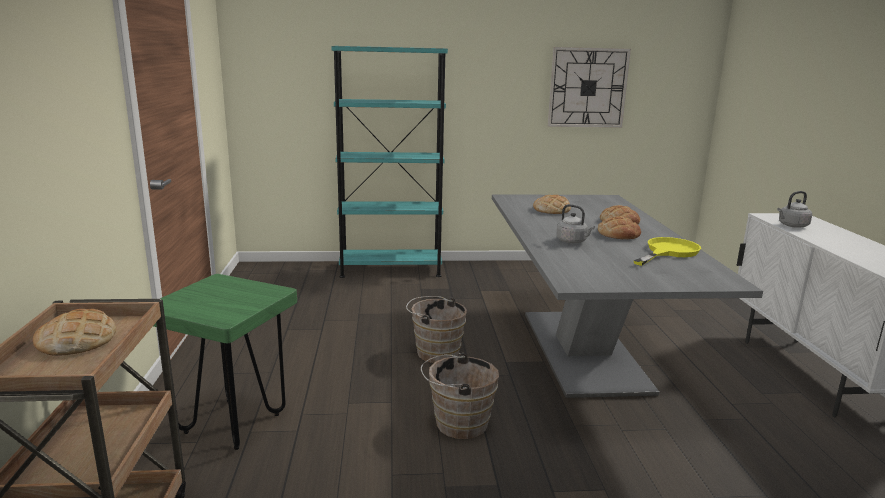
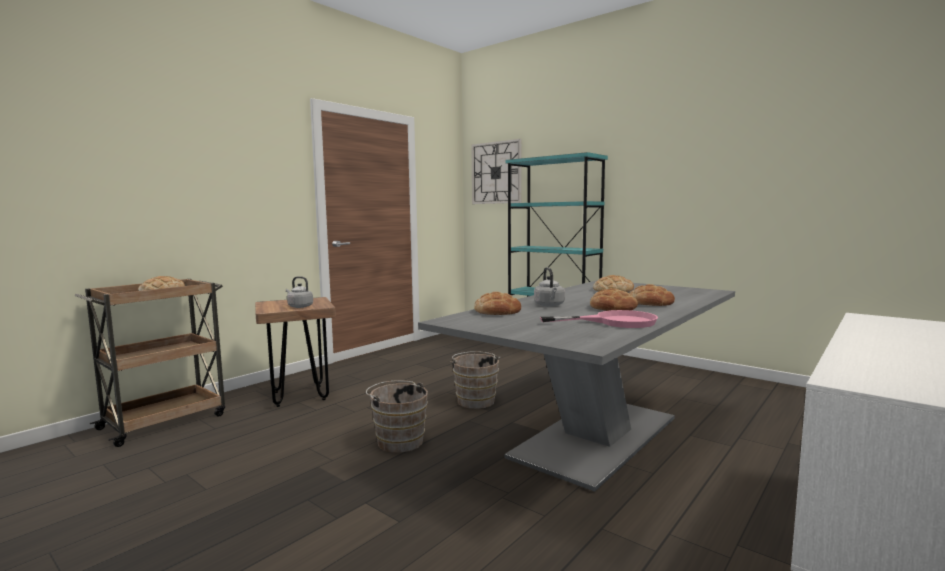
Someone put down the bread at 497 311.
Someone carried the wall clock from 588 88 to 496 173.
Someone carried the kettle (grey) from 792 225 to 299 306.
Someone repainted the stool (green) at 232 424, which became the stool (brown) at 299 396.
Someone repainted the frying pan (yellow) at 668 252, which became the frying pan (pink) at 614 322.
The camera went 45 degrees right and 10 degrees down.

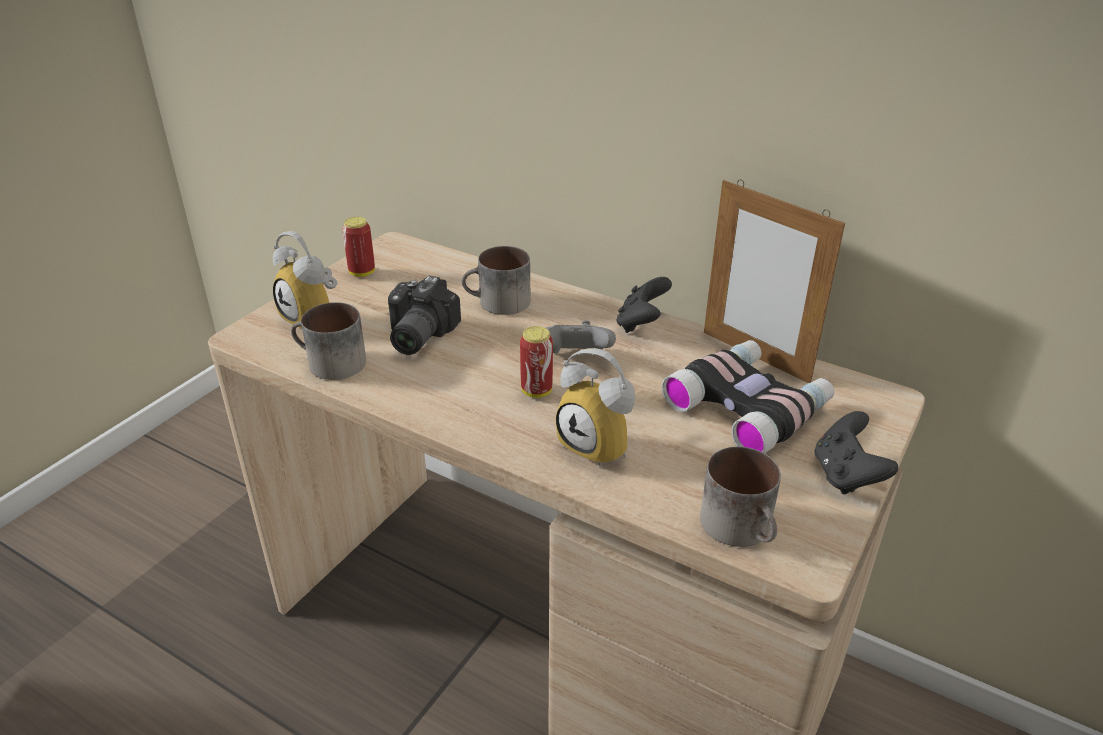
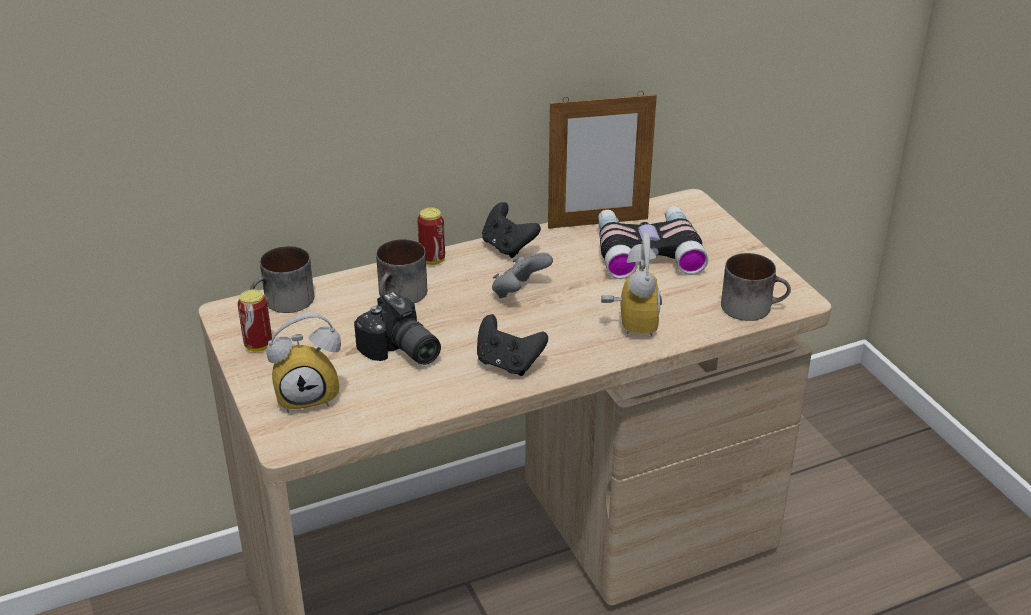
Someone carried the mug from 329 364 to 284 303.
Someone carried the can from 536 391 to 432 260.
Someone carried the game controller (black) from 846 475 to 508 364.
Someone rotated the alarm clock at 601 446 by 75 degrees counterclockwise.
The camera went 55 degrees left and 0 degrees up.

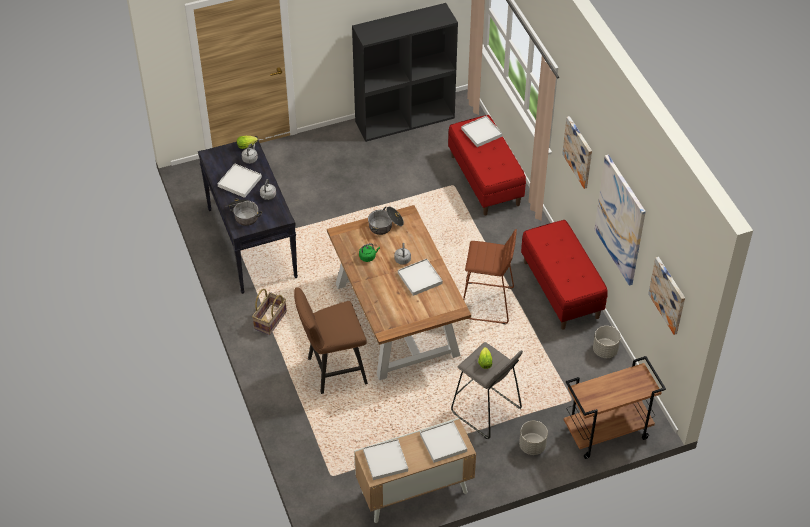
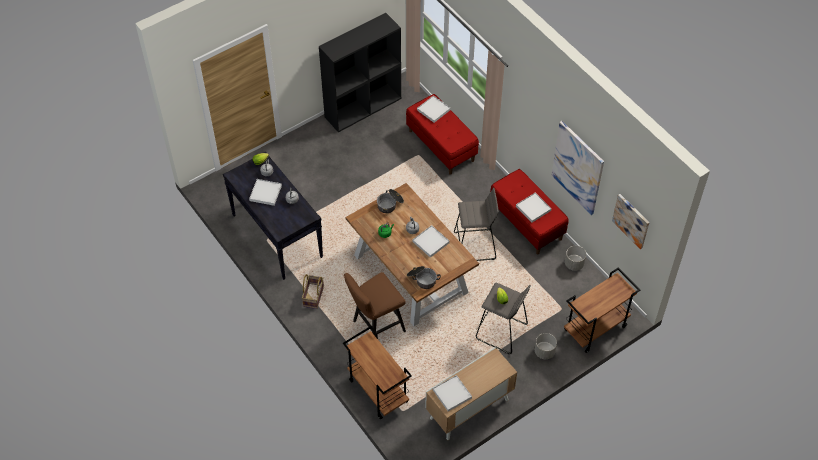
Someone took away the picture at 578 152.
Someone put down the cart (brown) at 377 391.
Someone carried the cooking pot from 243 215 to 422 279.
Someone carried the tray (white) from 443 443 to 533 208.
Someone repainted the stool (brown) at 487 303, which became the stool (grey) at 475 246.
The camera went 15 degrees left and 5 degrees up.

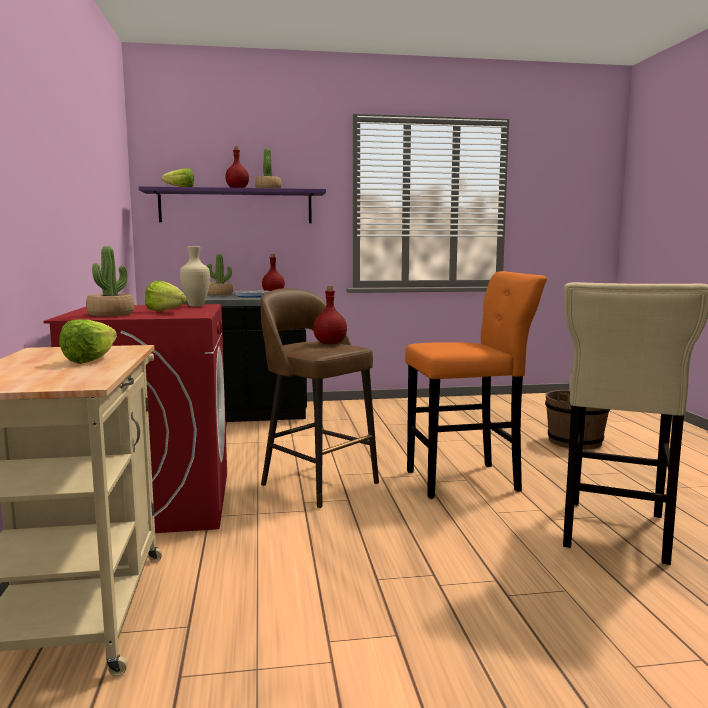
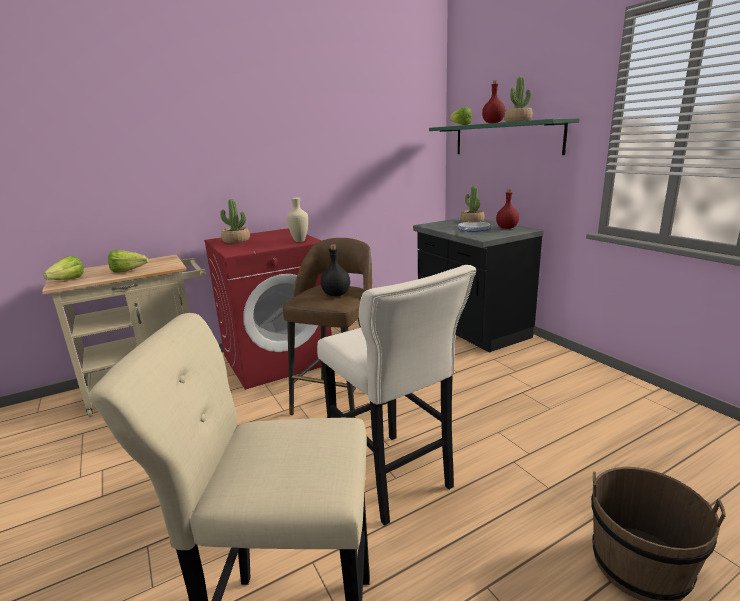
Someone carried the lettuce from 168 312 to 64 281.
Someone repainted the shelf (purple) at 236 206, which became the shelf (green) at 505 139.
Someone repainted the bottle (red) at 330 343, which became the bottle (black) at 336 294.
Someone repainted the stool (orange) at 468 480, which became the stool (beige) at 393 479.
The camera went 70 degrees right and 10 degrees up.

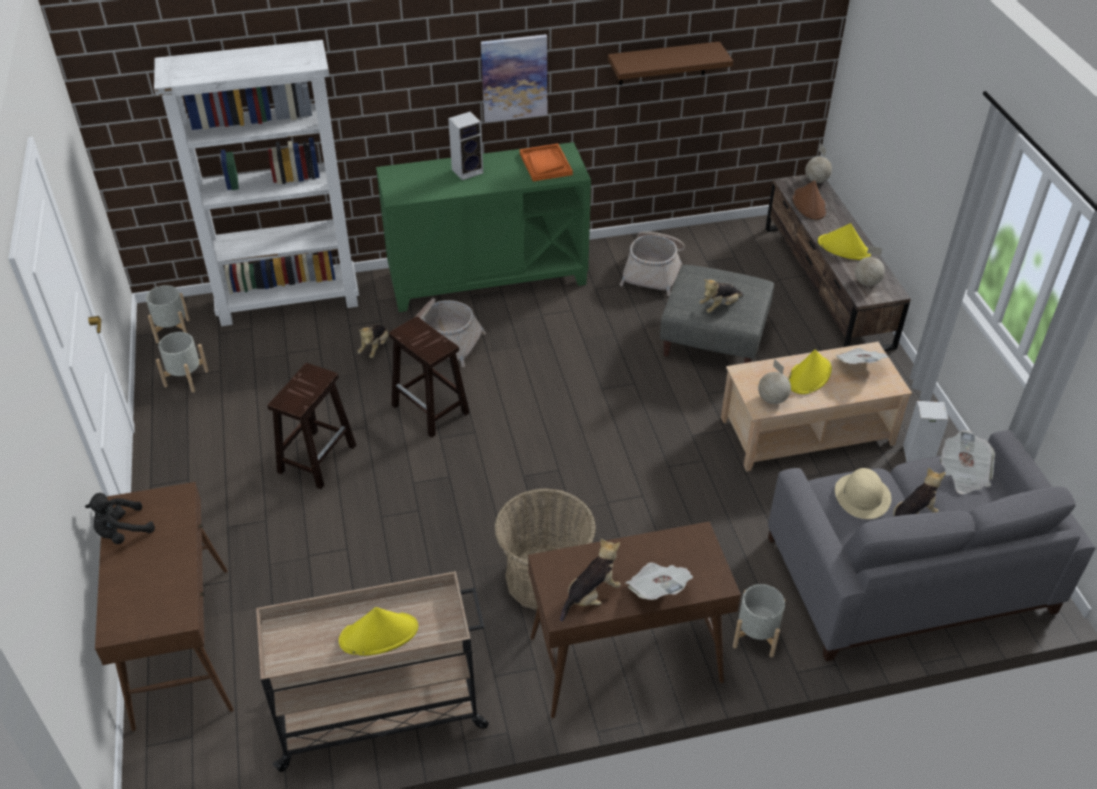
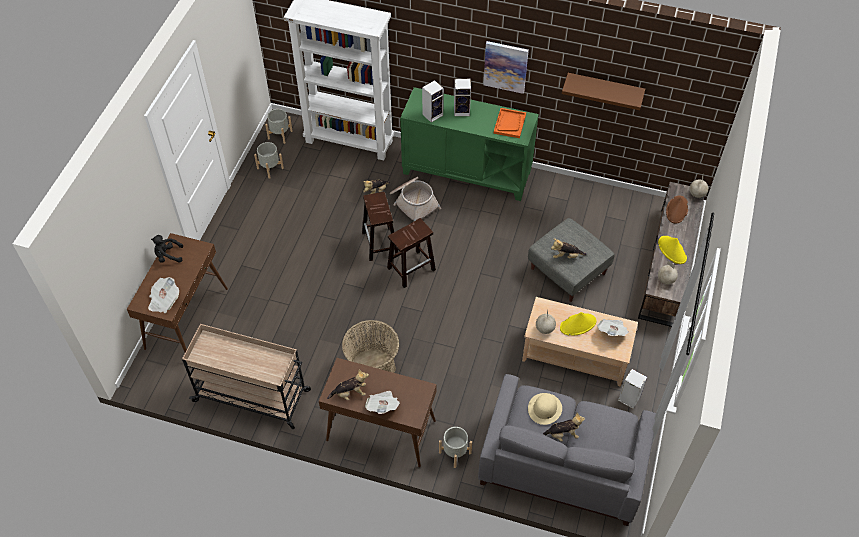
Someone took away the hat (yellow) at 379 634.
Someone took away the basket at 654 270.
Someone put down the speaker at 433 114.
Someone carried the stool (brown) from 317 458 to 411 268.
Someone carried the newspaper from 963 473 to 164 301.
The camera went 30 degrees right and 10 degrees up.

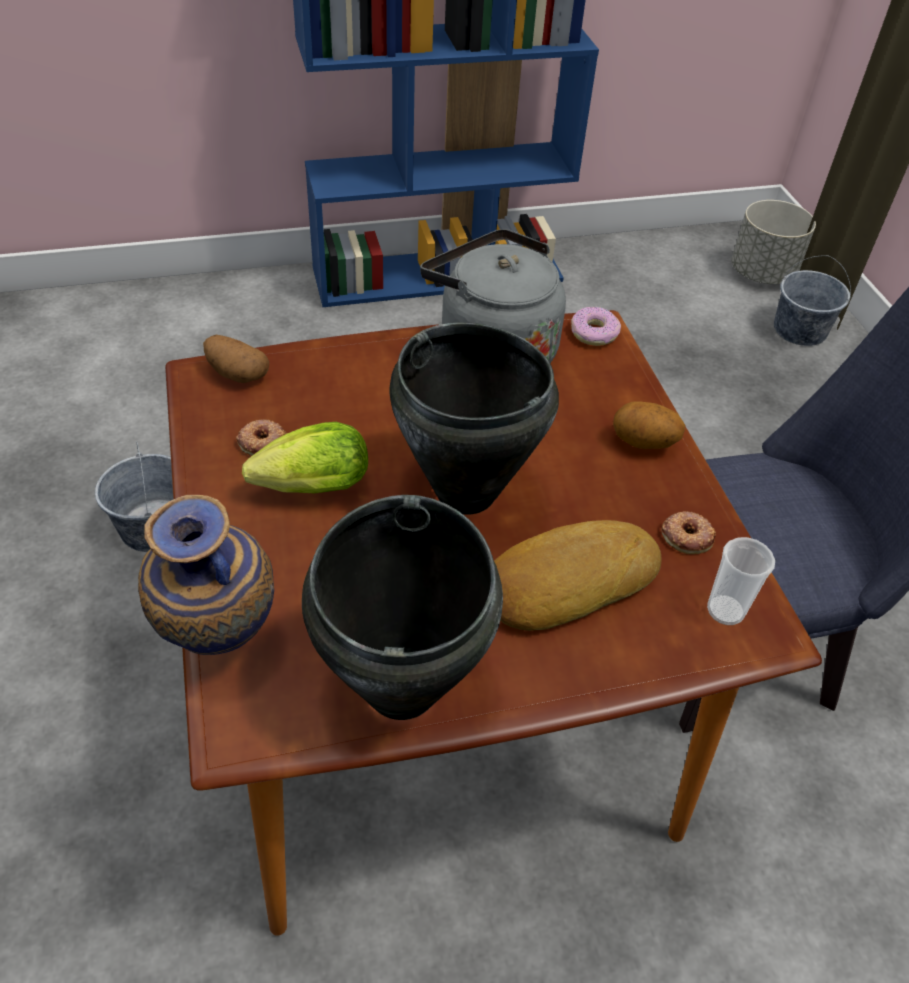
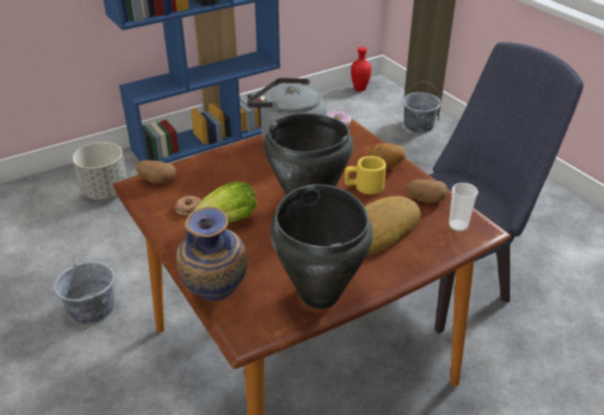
Someone put down the mug (yellow) at 364 187.
Someone put down the vase (red) at 359 89.
Someone carried the planter (grey) from 761 273 to 105 191.
Someone swapped the donut at 687 536 for the potato at 425 199.
The camera went 15 degrees left and 10 degrees down.

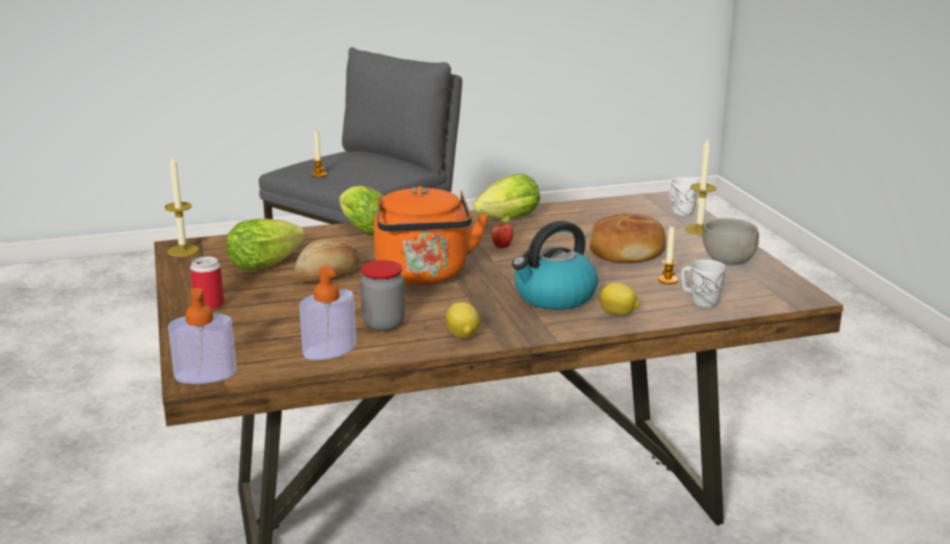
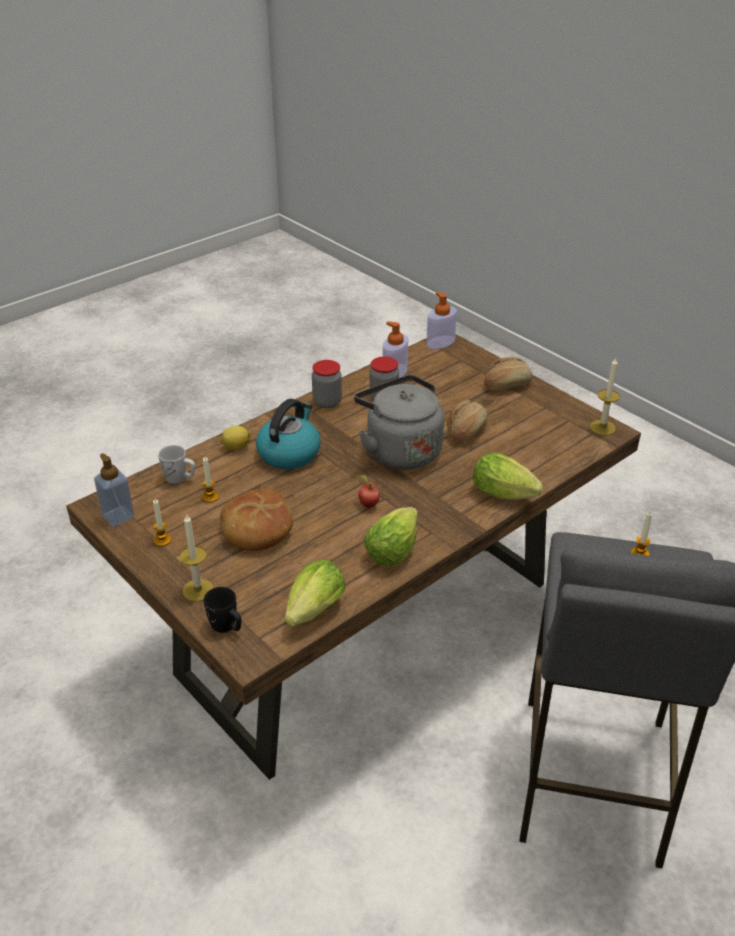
Someone put down the soap dispenser at 118 516.
Someone carried the lettuce from 269 264 to 312 613.
Someone swapped the can at 209 305 for the bread at 506 385.
Someone swapped the lemon at 462 336 for the jar at 327 402.
Someone swapped the bowl (grey) at 728 261 for the candle at 162 540.
Someone repainted the kettle (orange) at 424 275, which became the kettle (grey) at 400 450.
Someone repainted the mug (white) at 680 211, which became the mug (black) at 227 627.
The camera went 155 degrees right and 15 degrees up.

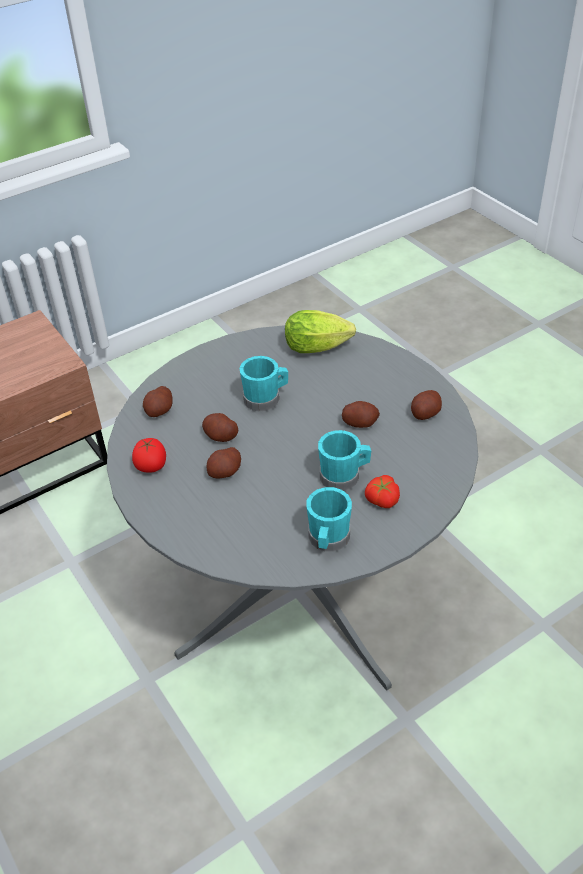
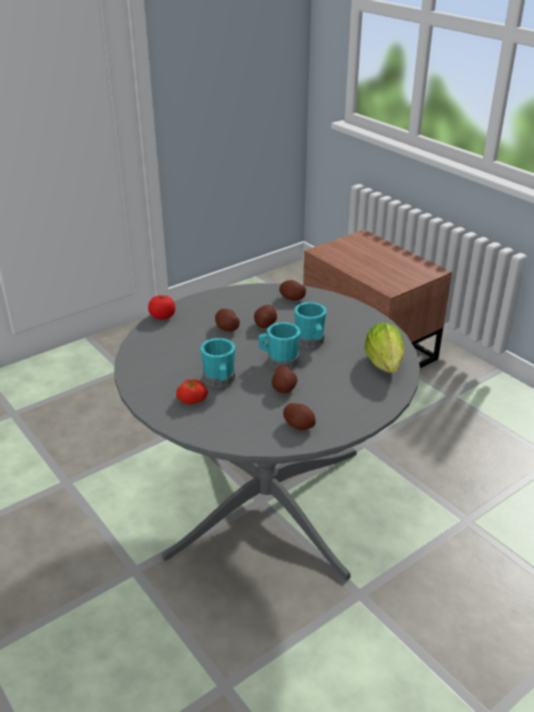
Someone carried the tomato from 151 465 to 162 316.
Someone carried the mug (turquoise) from 328 540 to 279 360.
The camera went 85 degrees right and 10 degrees down.

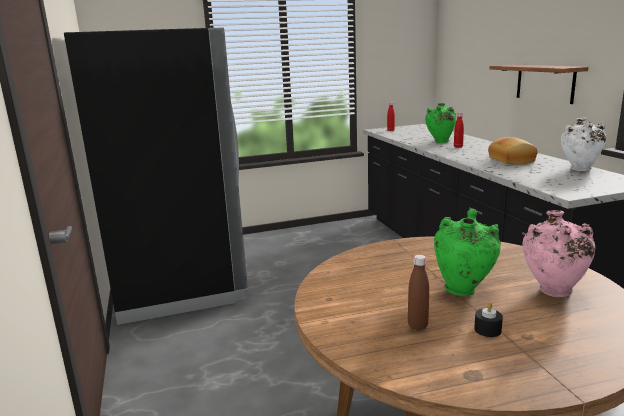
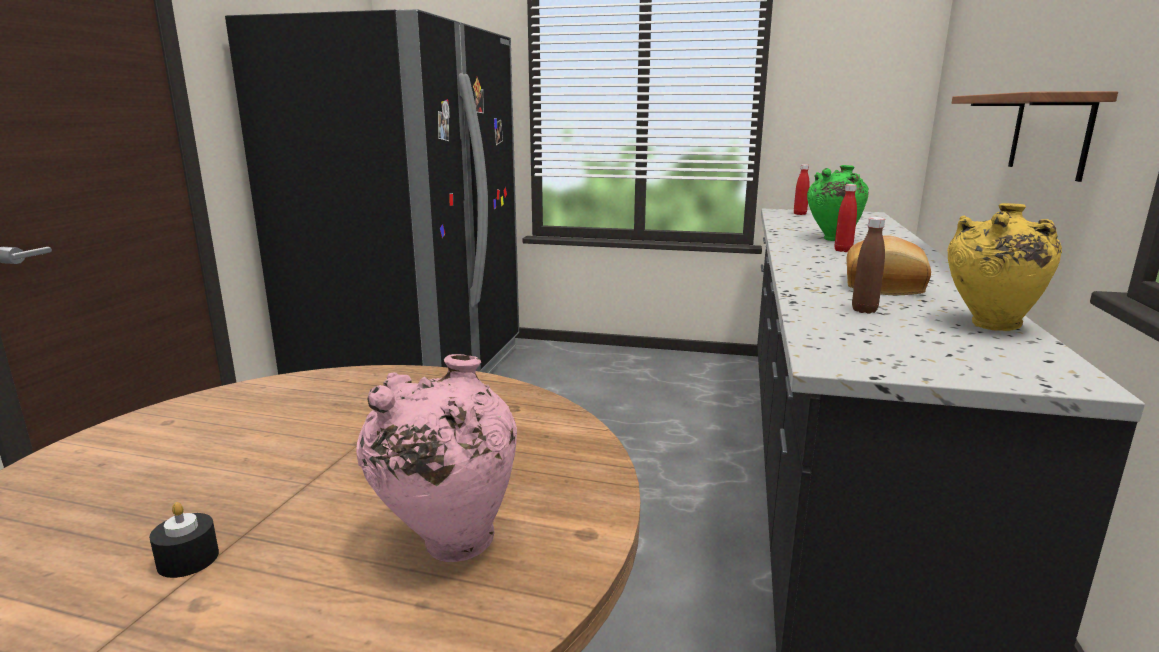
Someone took away the vase (green) at 463 290.
Someone carried the bottle (brown) from 417 326 to 864 310.
Someone repainted the vase (white) at 579 169, which became the vase (yellow) at 988 326.
The camera went 30 degrees right and 0 degrees up.

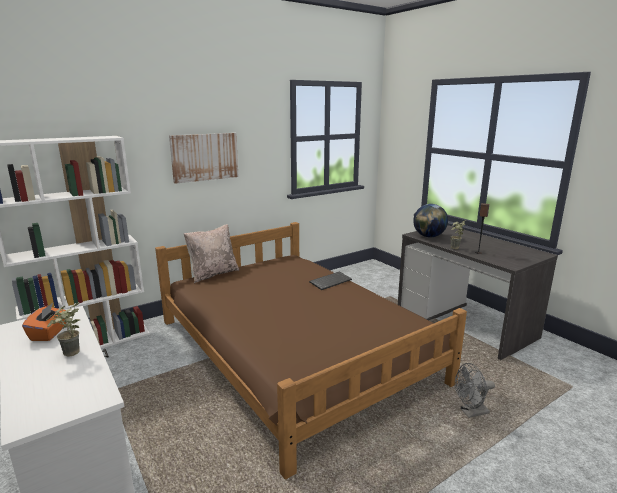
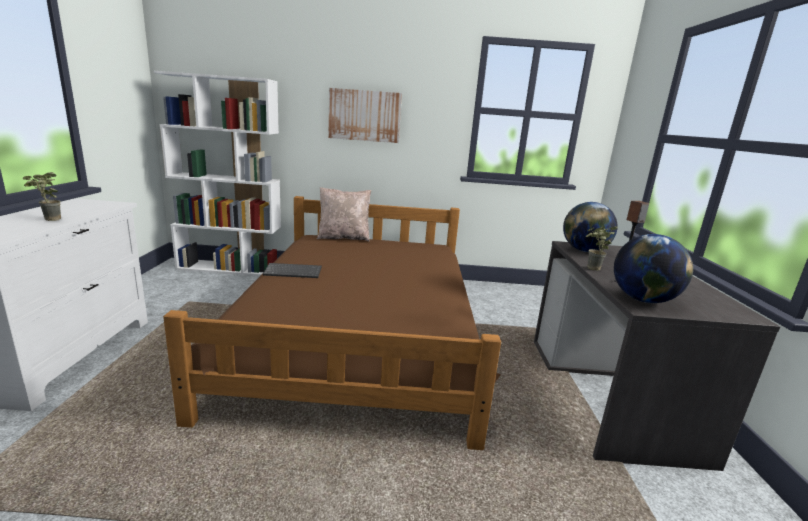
Someone took away the tissue box (orange) at 49 333.
Someone took away the fan (grey) at 470 412.
Someone put down the globe at 643 300.
Someone carried the keyboard from 330 281 to 294 272.
The camera went 35 degrees right and 0 degrees up.

